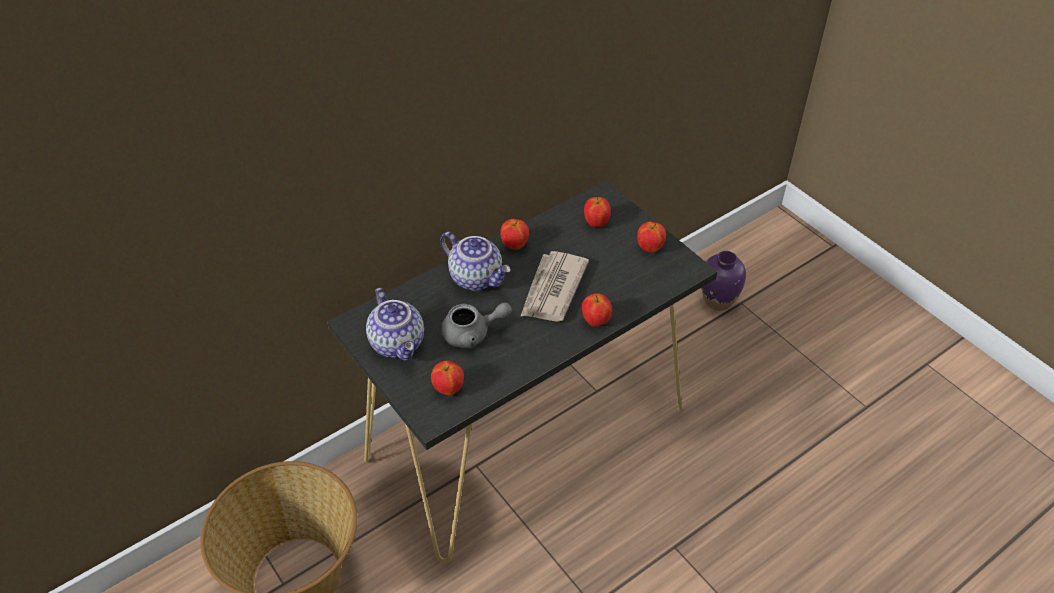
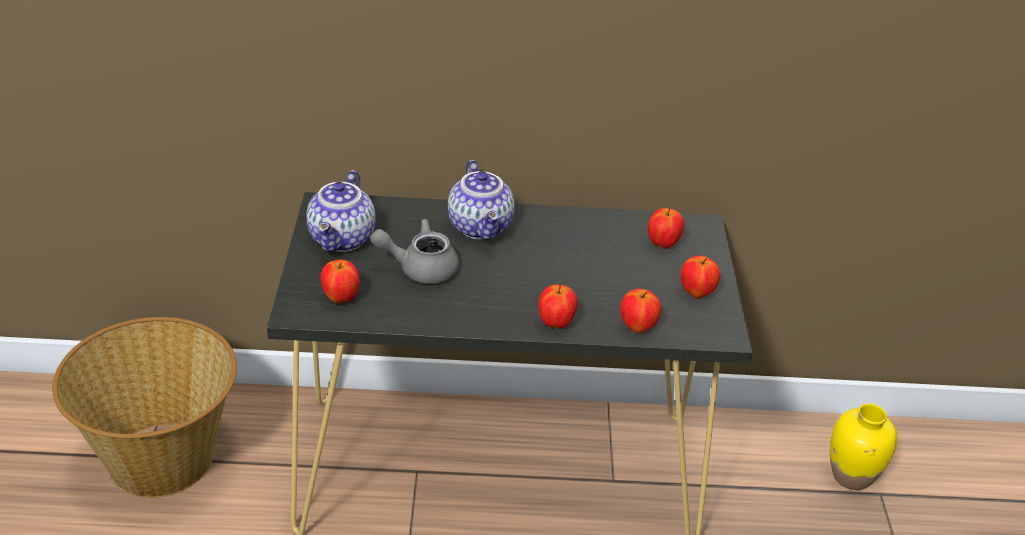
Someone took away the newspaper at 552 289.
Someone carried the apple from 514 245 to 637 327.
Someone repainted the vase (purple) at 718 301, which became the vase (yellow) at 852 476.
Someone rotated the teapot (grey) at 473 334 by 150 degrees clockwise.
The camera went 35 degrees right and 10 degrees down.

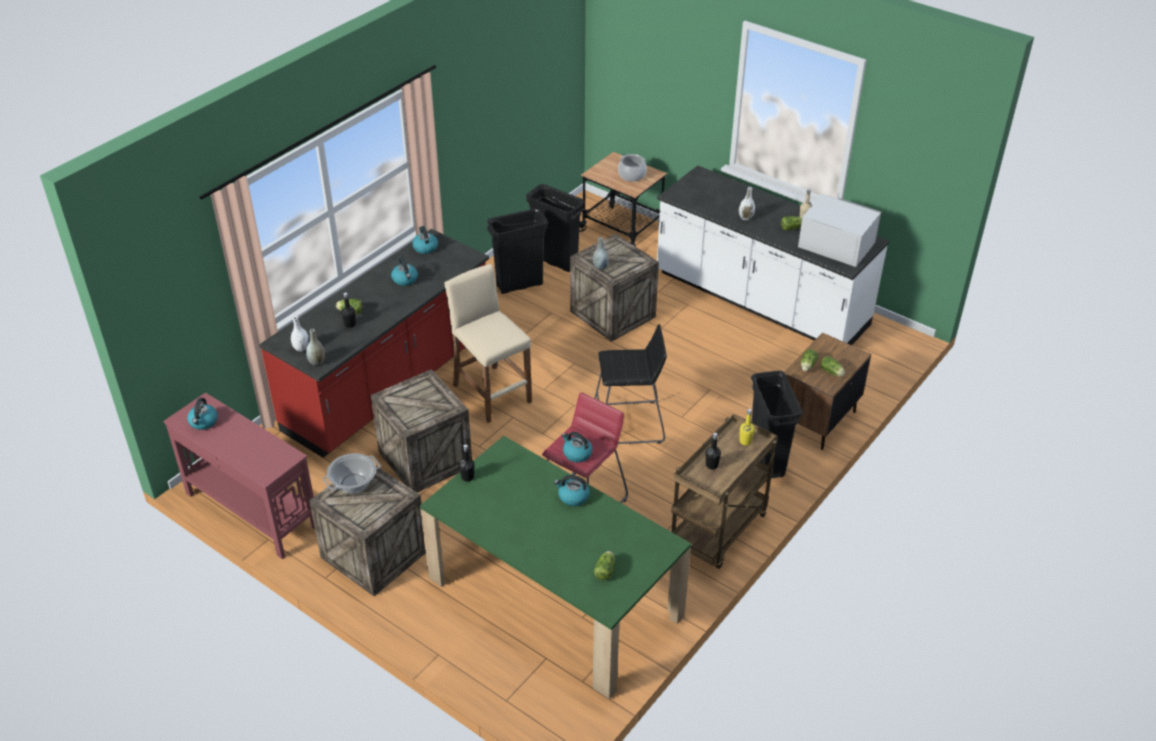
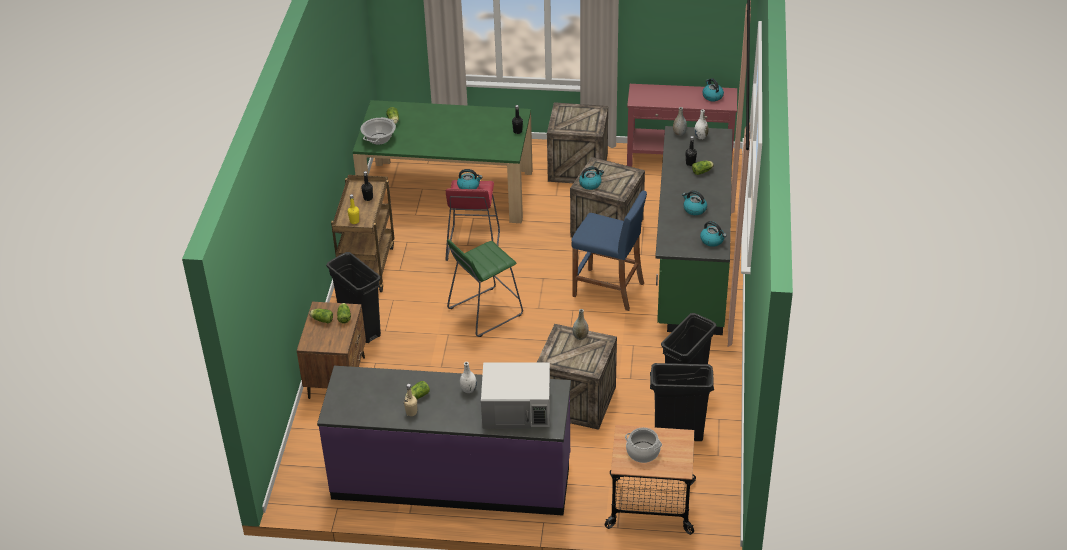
Someone carried the cooking pot from 353 484 to 379 139.
Someone carried the kettle from 573 497 to 590 184.
Someone carried the microwave (white) from 836 244 to 517 408.
Someone repainted the counter (red) at 390 383, which became the counter (green) at 691 264.
Someone repainted the stool (beige) at 491 393, which became the stool (blue) at 608 290.
Someone repainted the stool (black) at 629 423, which became the stool (green) at 485 312.
Someone repainted the counter (white) at 760 301, which became the counter (purple) at 452 478.
The camera went 150 degrees right and 0 degrees up.

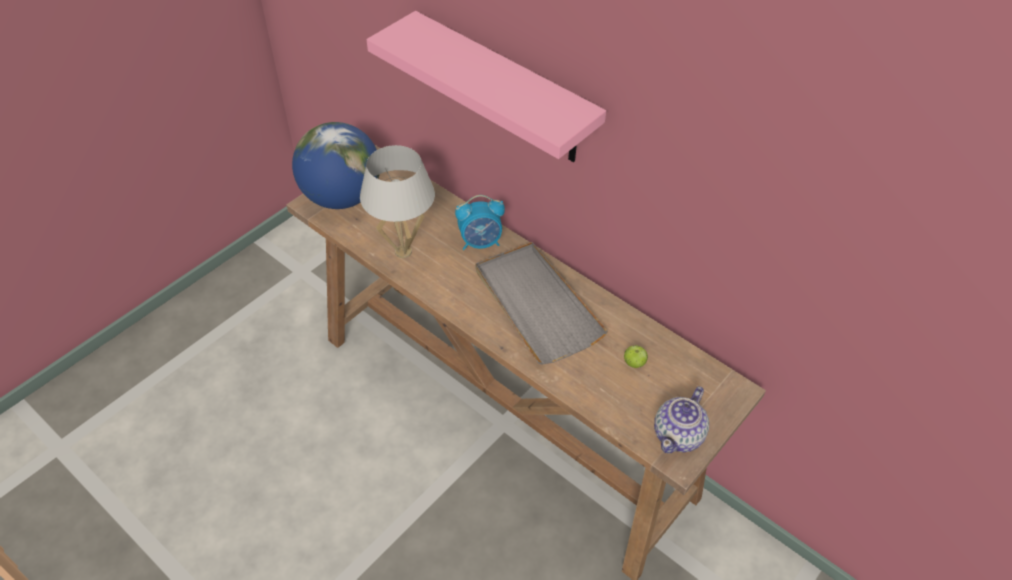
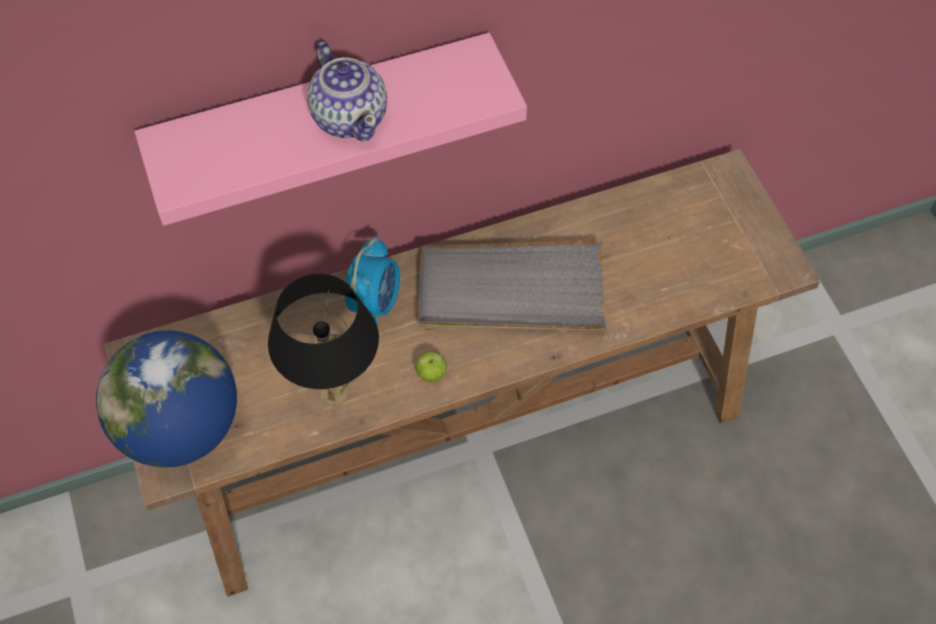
Someone carried the apple from 634 363 to 431 374.
Someone carried the teapot from 679 435 to 350 116.
Someone repainted the table lamp (white) at 403 252, which became the table lamp (black) at 335 395.
The camera went 60 degrees left and 10 degrees up.

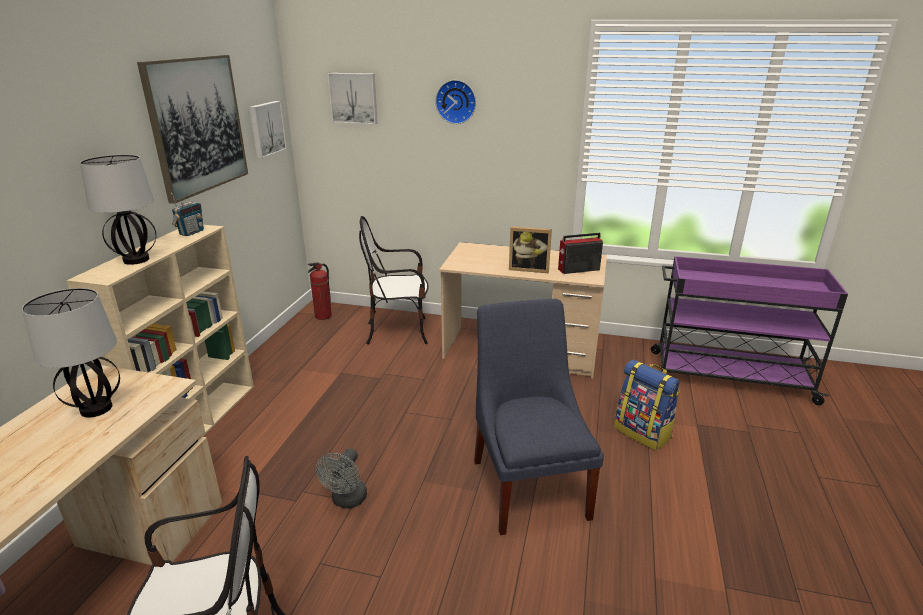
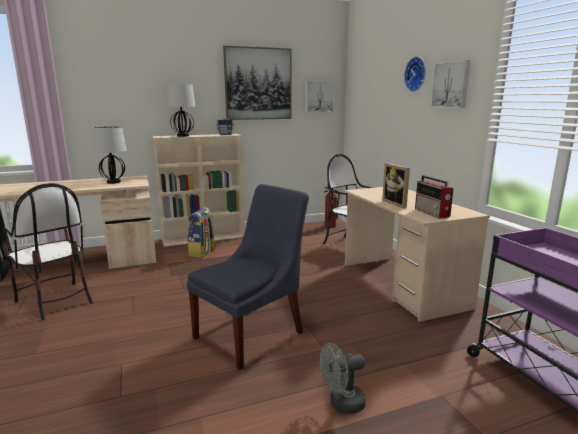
Someone carried the fan (grey) from 347 501 to 341 404.
Someone carried the picture from 354 98 to 451 85.
Someone carried the backpack from 643 432 to 203 252.
Someone rotated the radio at 578 270 by 150 degrees counterclockwise.
The camera went 55 degrees right and 10 degrees down.

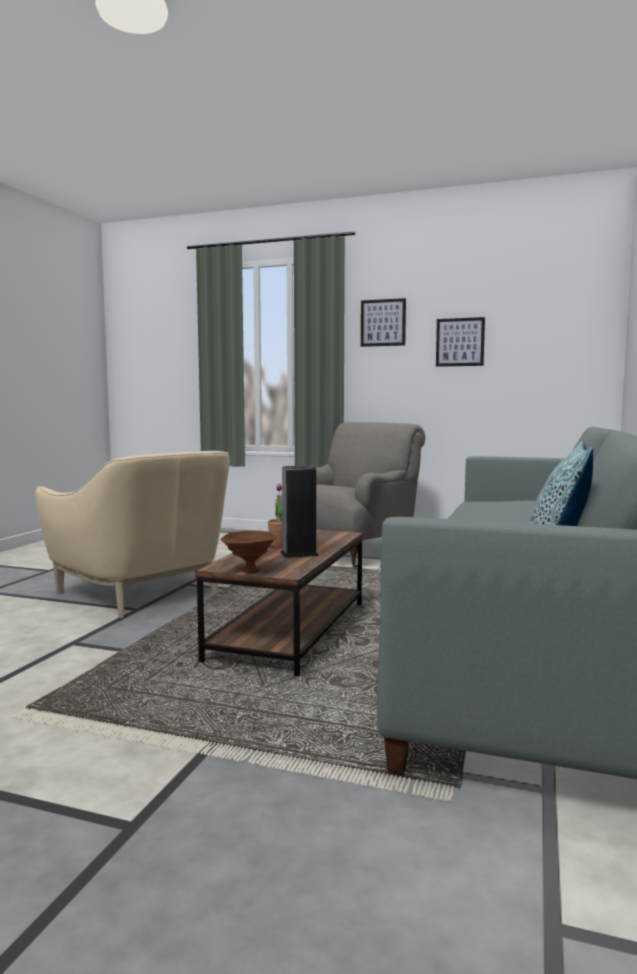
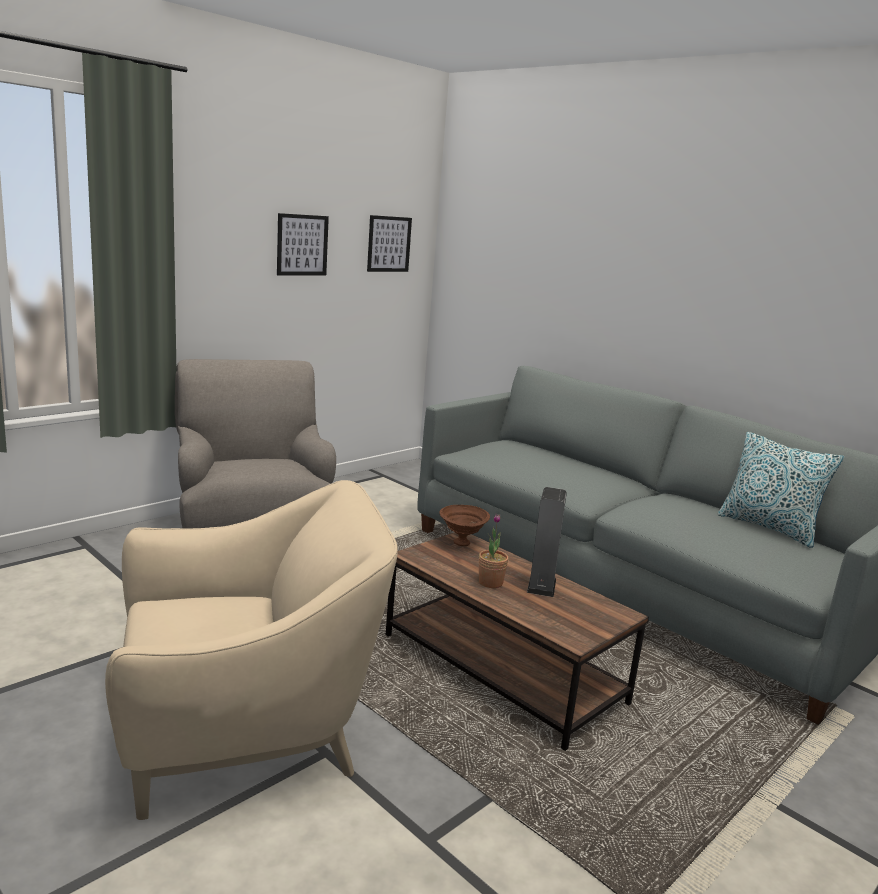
Someone carried the bowl (brown) from 249 570 to 462 543.
Someone carried the picture from 383 322 to 389 244.
The camera went 65 degrees left and 10 degrees up.

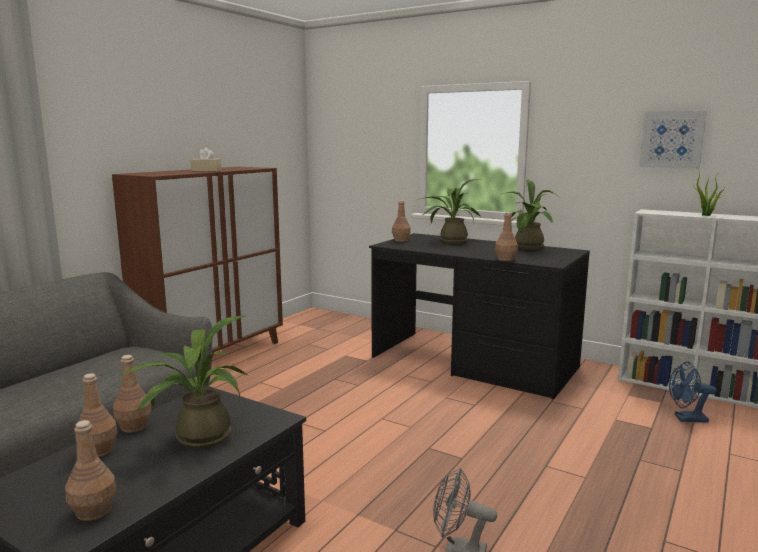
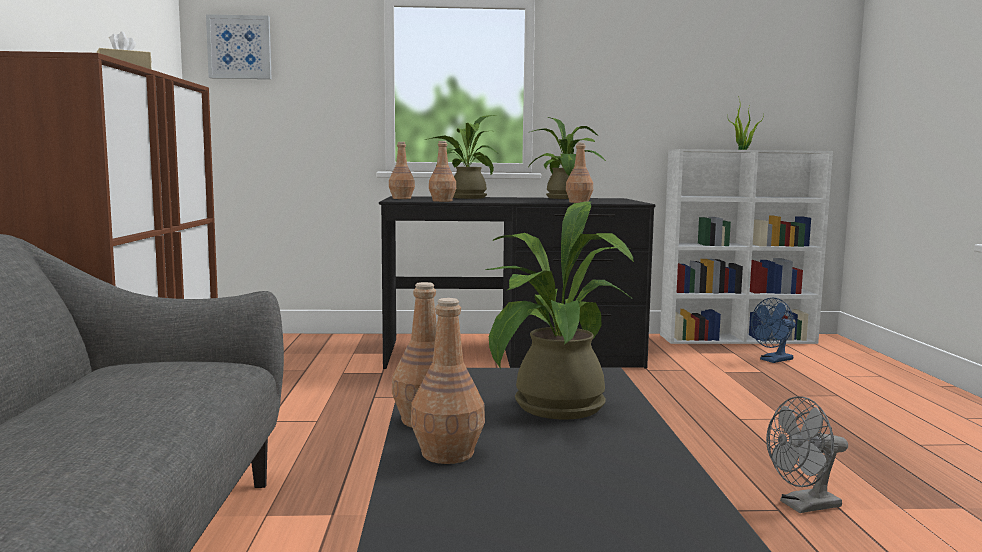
Someone carried the bottle (brown) from 94 511 to 442 201.
Someone carried the picture from 672 139 to 239 47.
The camera went 35 degrees left and 5 degrees down.

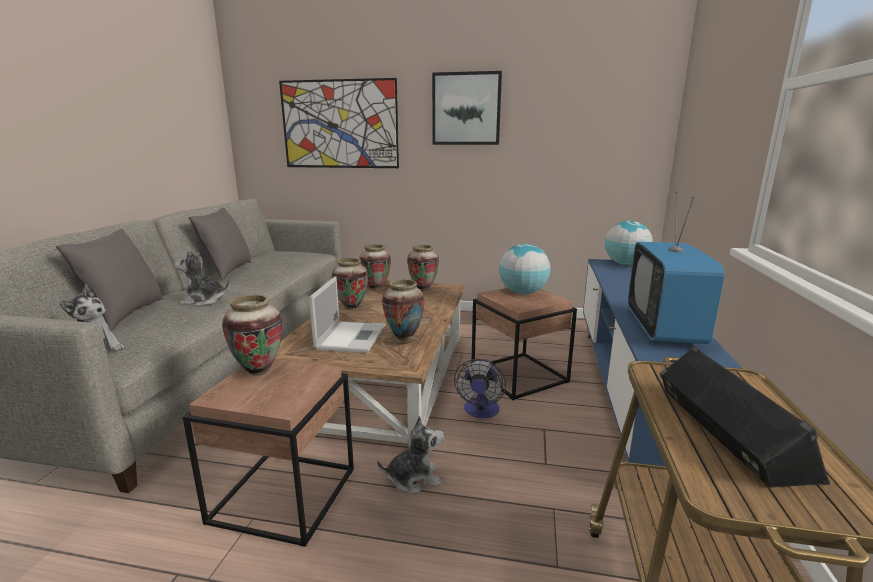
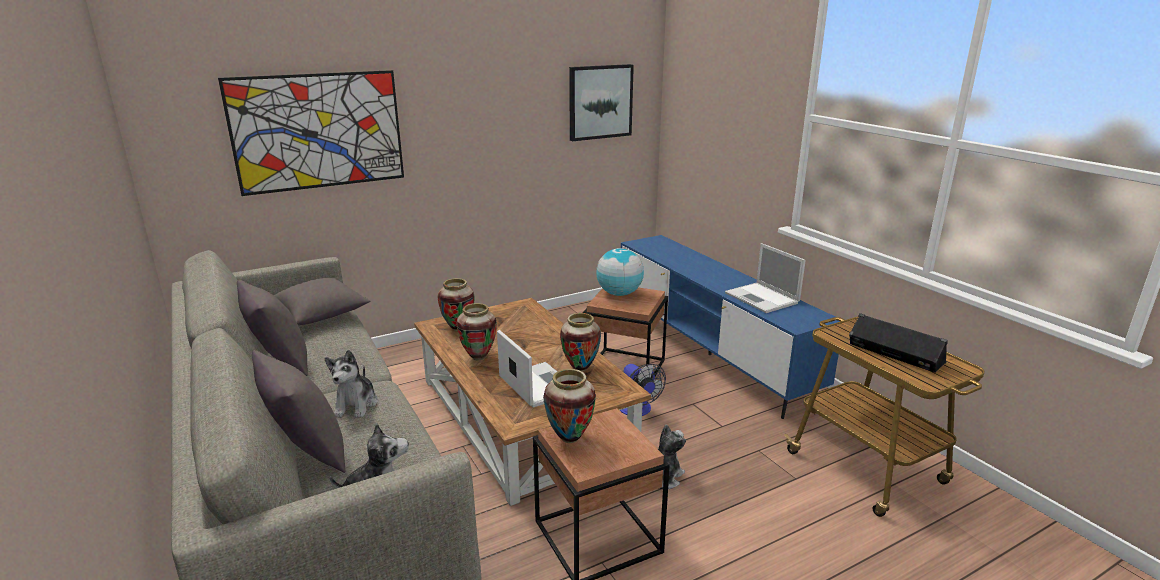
Someone took away the vase at 423 289.
Someone took away the globe at 625 264.
Someone put down the pillow (grey) at 321 315.
Someone carried the picture from 466 109 to 600 102.
Someone swapped the television at 664 328 for the laptop at 763 298.
Someone rotated the plush toy at 204 301 by 45 degrees counterclockwise.
The camera went 40 degrees left and 5 degrees up.

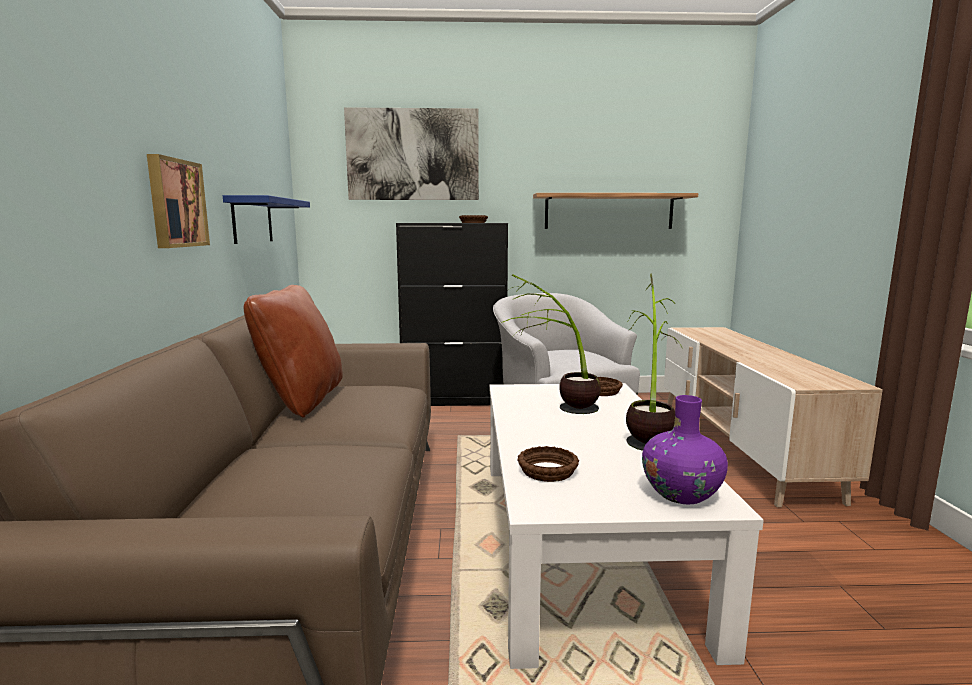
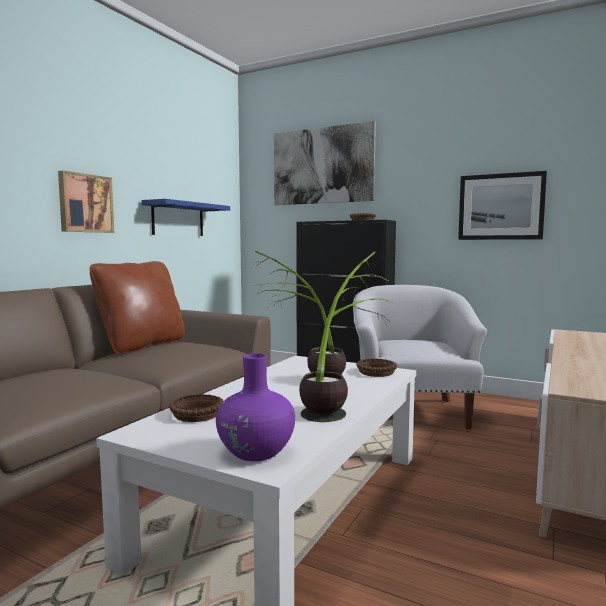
Someone swapped the shelf at 609 211 for the picture at 500 207.
The camera went 30 degrees right and 5 degrees down.

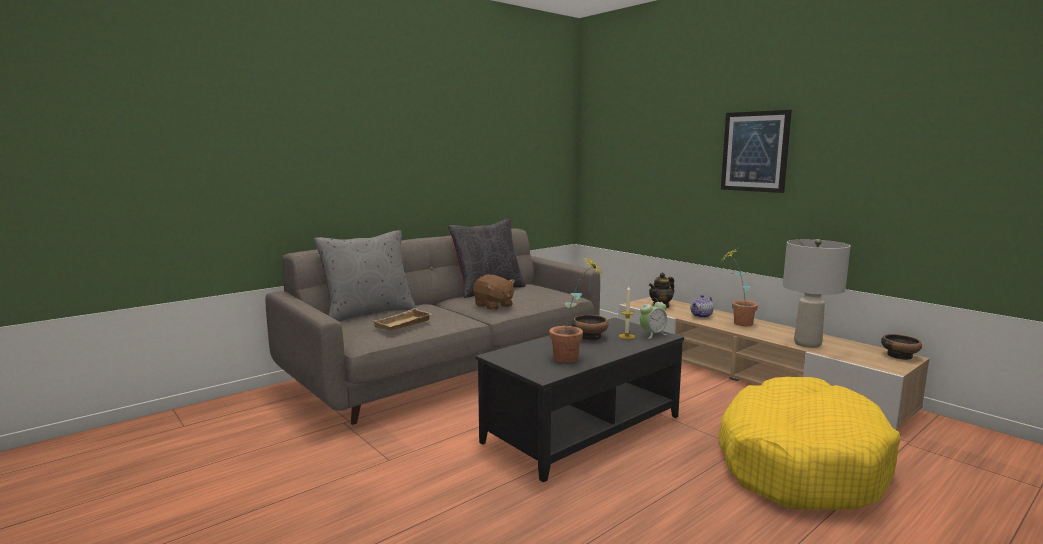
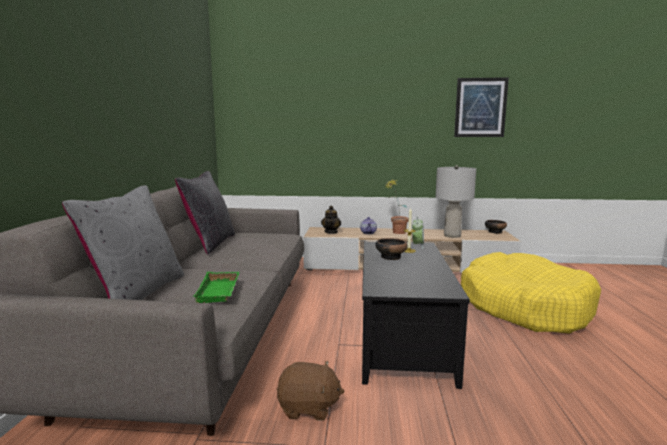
Someone took away the potted plant at 573 359.
Someone carried the plush toy (brown) from 493 306 to 308 408.
Someone carried the picture from 755 151 to 480 107.
Someone repainted the tray (beige) at 403 324, which became the tray (green) at 220 292.
The camera went 45 degrees left and 0 degrees up.

